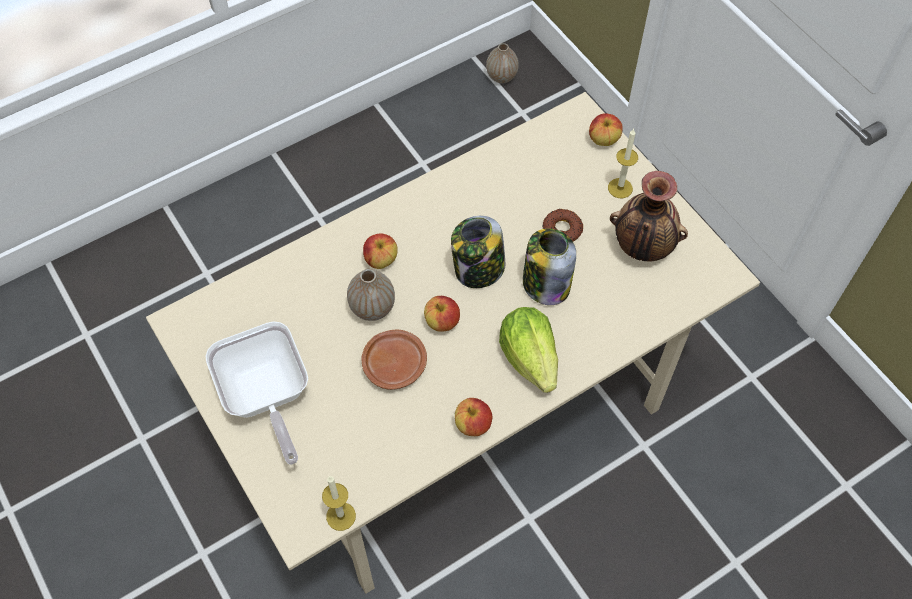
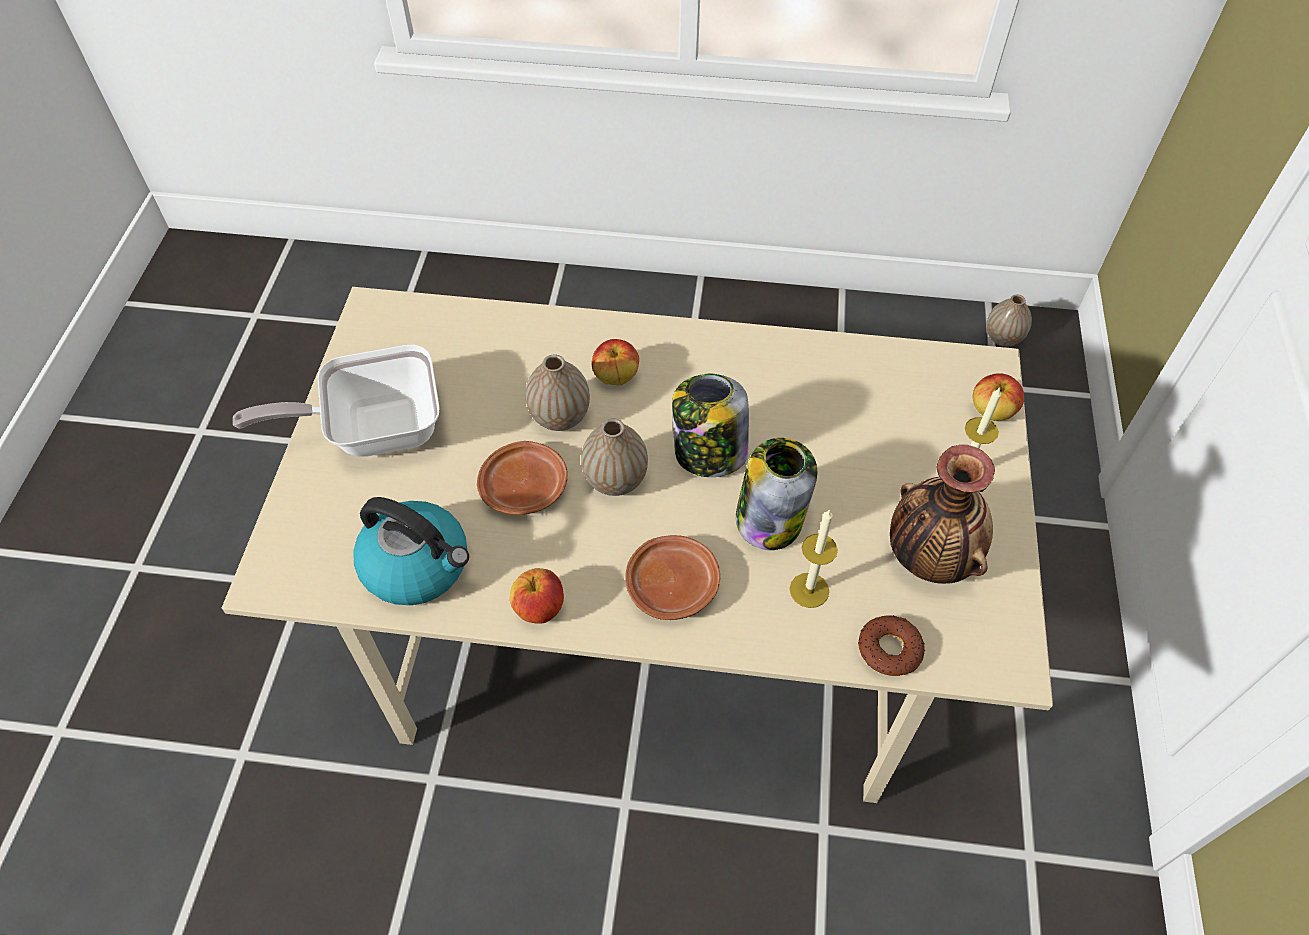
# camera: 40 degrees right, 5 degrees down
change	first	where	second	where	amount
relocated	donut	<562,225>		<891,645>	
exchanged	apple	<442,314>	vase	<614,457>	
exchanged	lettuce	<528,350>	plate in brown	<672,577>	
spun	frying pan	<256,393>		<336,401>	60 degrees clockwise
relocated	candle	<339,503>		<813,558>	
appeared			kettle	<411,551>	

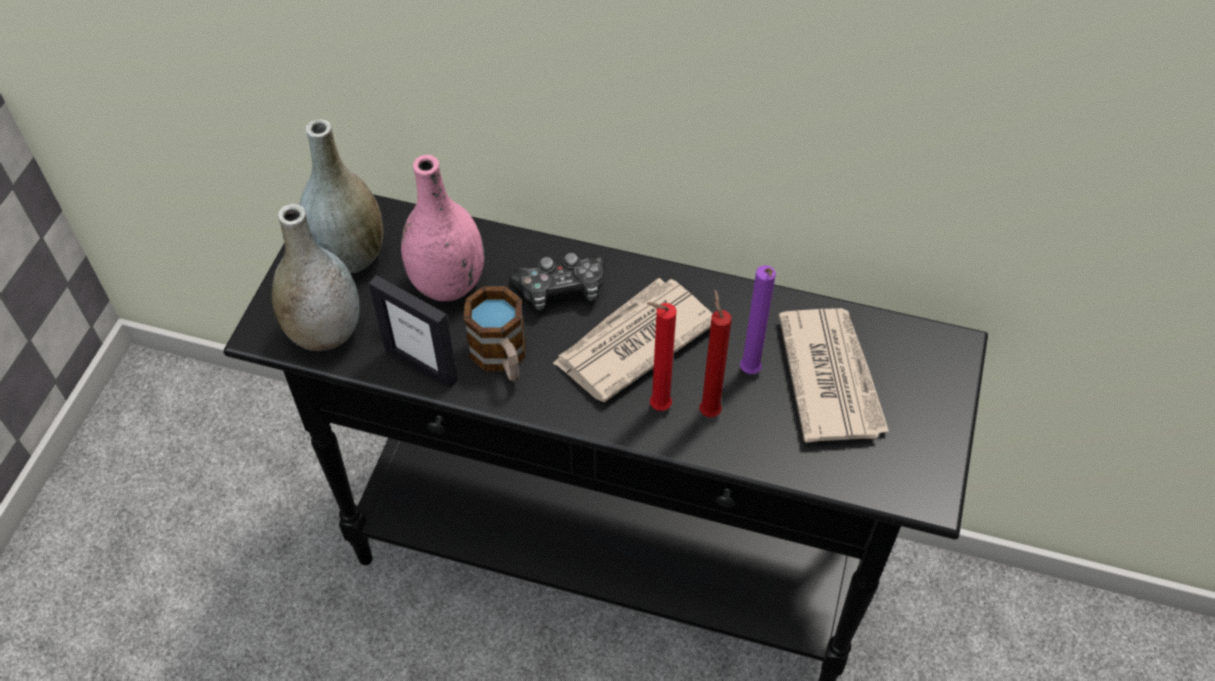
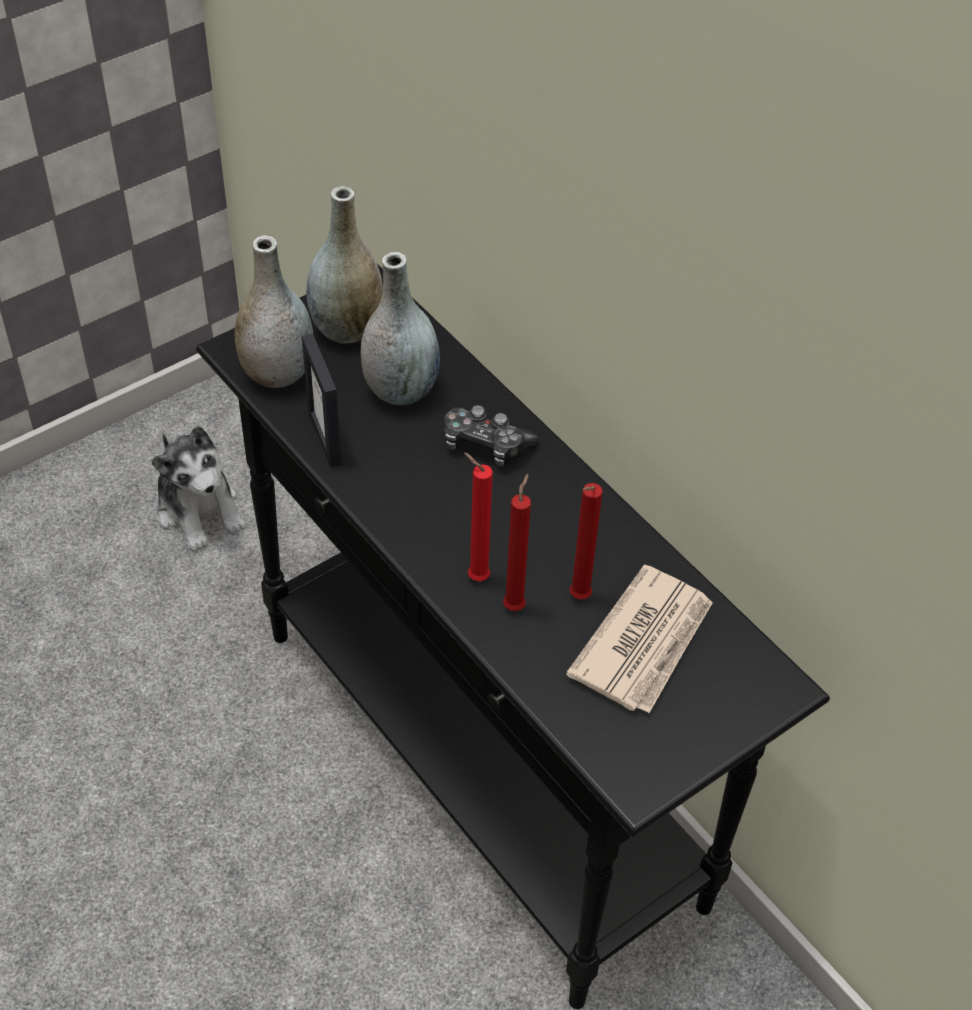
# camera: 35 degrees right, 5 degrees down
change	first	where	second	where	amount
colour	vase in pink	<443,228>	vase in grey	<400,328>	
colour	candle in purple	<758,319>	candle in red	<586,541>	
missing	newspaper	<632,340>			
missing	mug	<495,333>			
appeared			plush toy	<198,489>	

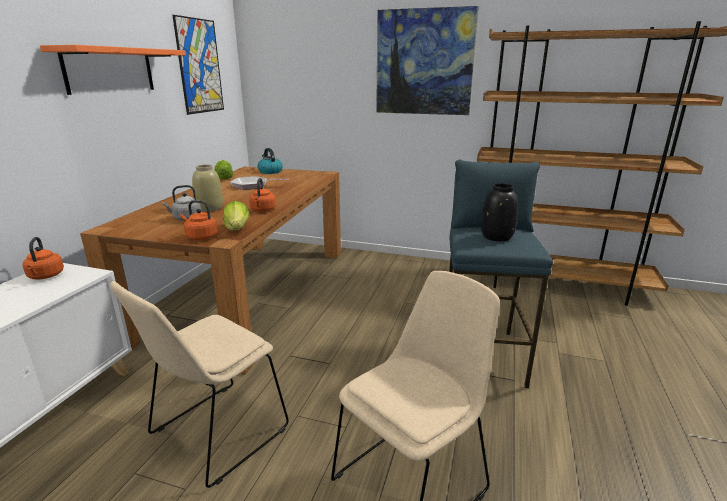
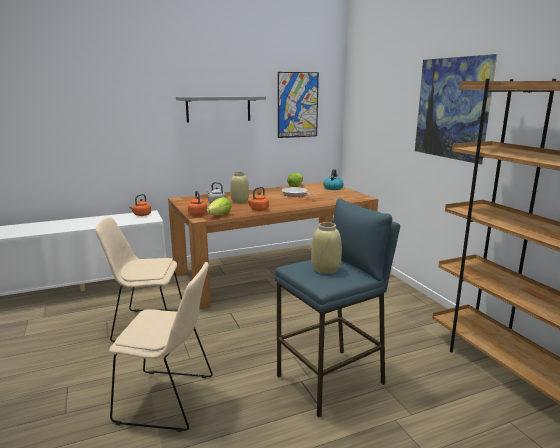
# camera: 50 degrees right, 5 degrees down
change	first	where	second	where	amount
colour	shelf in orange	<113,70>	shelf in grey	<221,109>	
colour	vase in black	<499,212>	vase in beige	<326,248>	

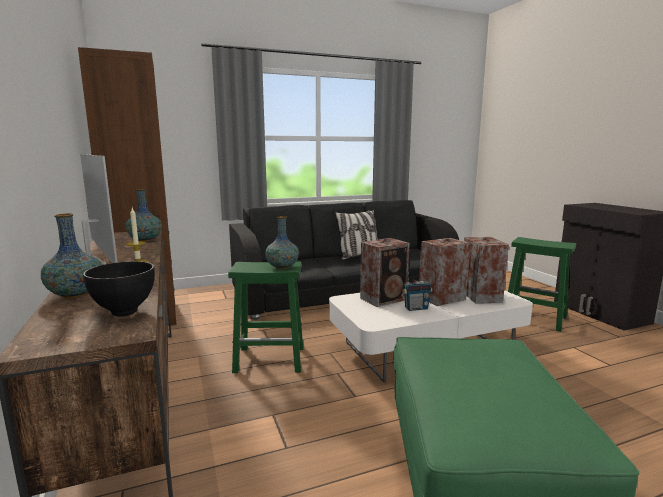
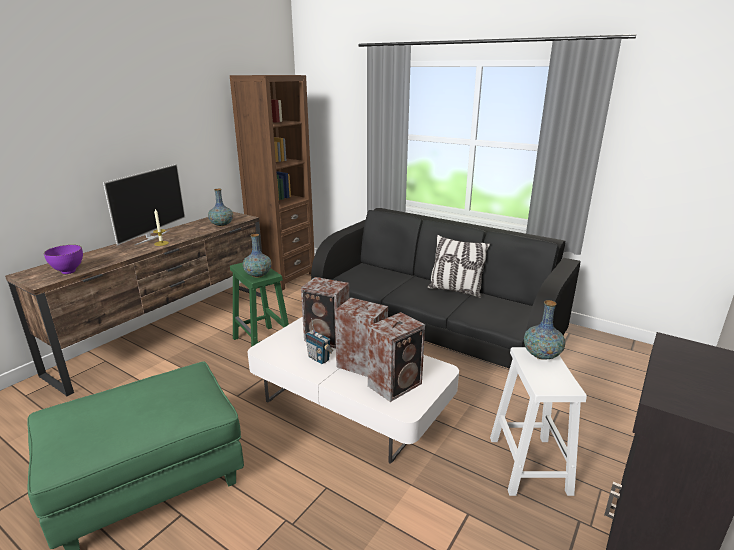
# camera: 55 degrees right, 10 degrees up
change	first	where	second	where	amount
relocated	vase	<71,255>		<544,330>	
colour	stool in green	<542,284>	stool in white	<538,421>	
colour	bowl in black	<119,289>	bowl in purple	<63,259>	

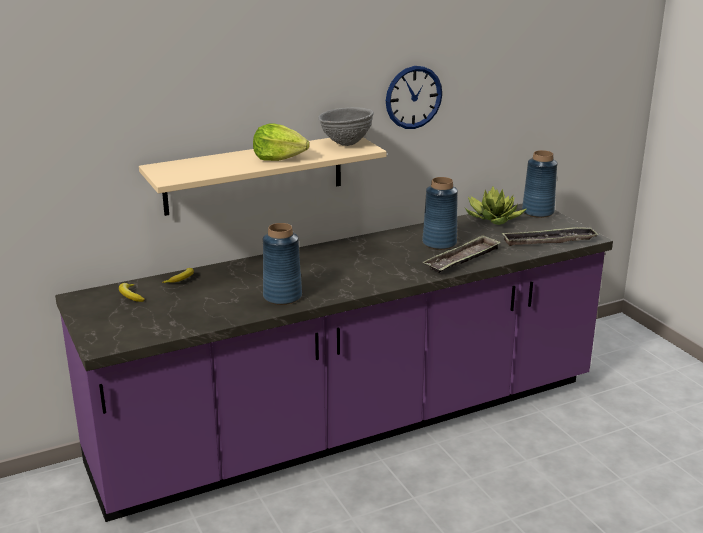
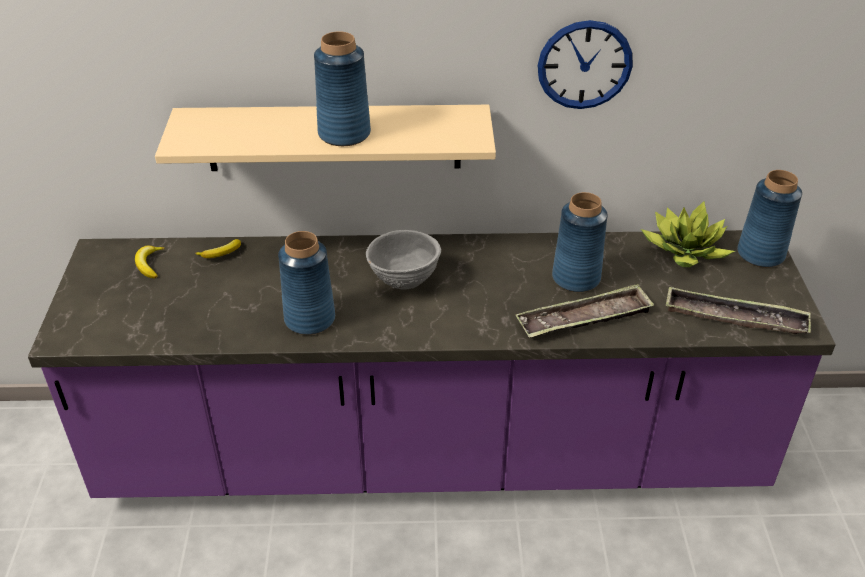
# camera: 25 degrees right, 15 degrees up
change	first	where	second	where	amount
relocated	bowl in grey	<346,126>		<403,260>	
exchanged	lettuce	<281,142>	vase in blue	<342,88>	

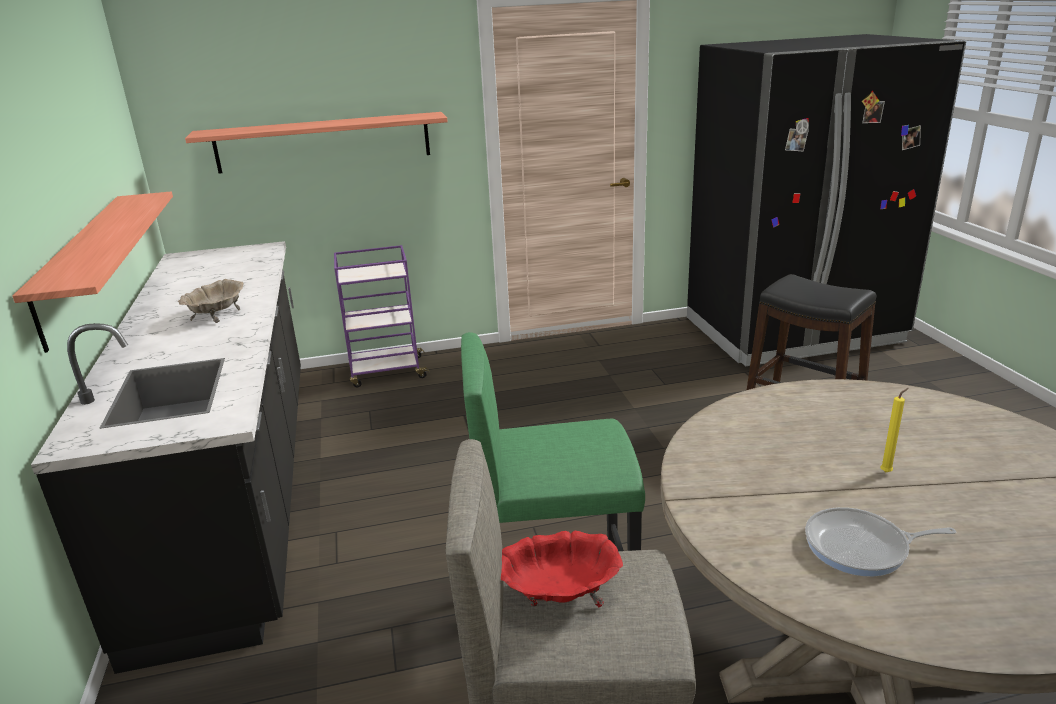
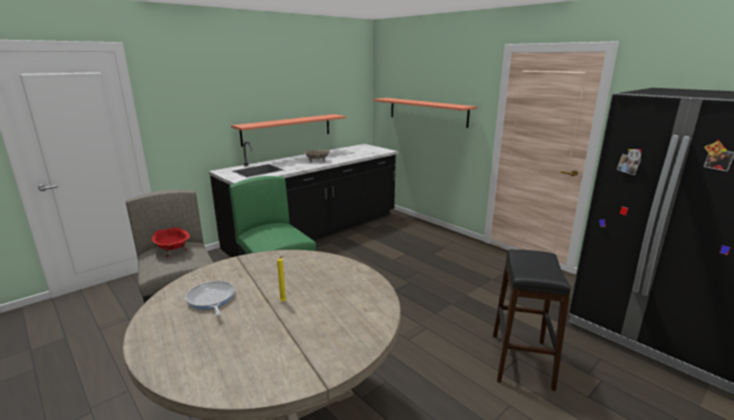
# camera: 60 degrees right, 5 degrees down
change	first	where	second	where	amount
missing	cart in purple	<382,316>			

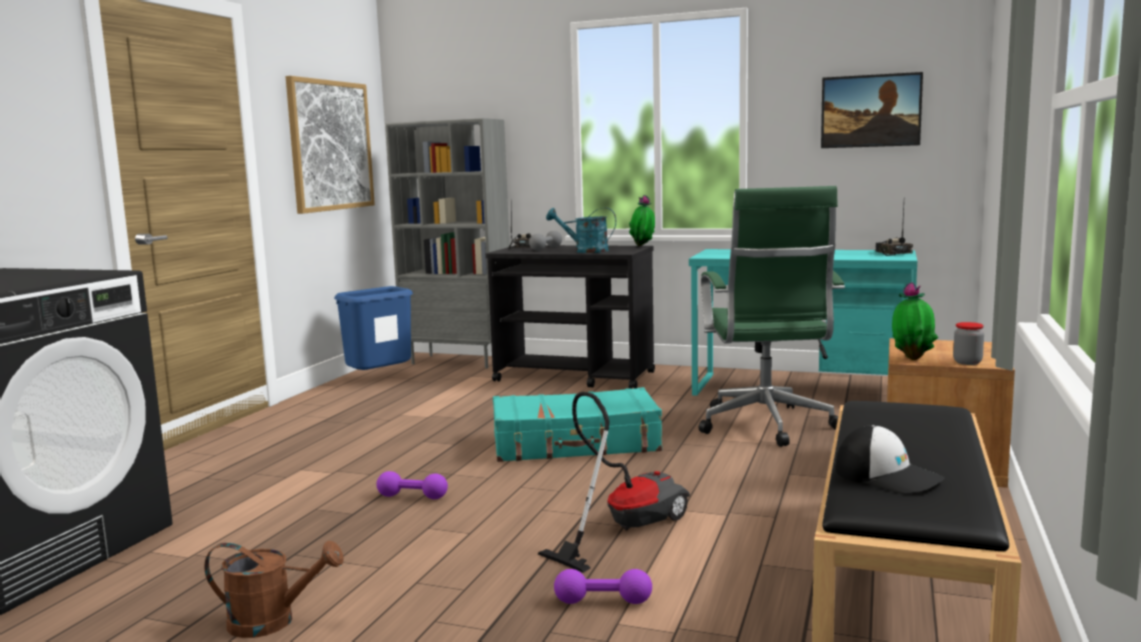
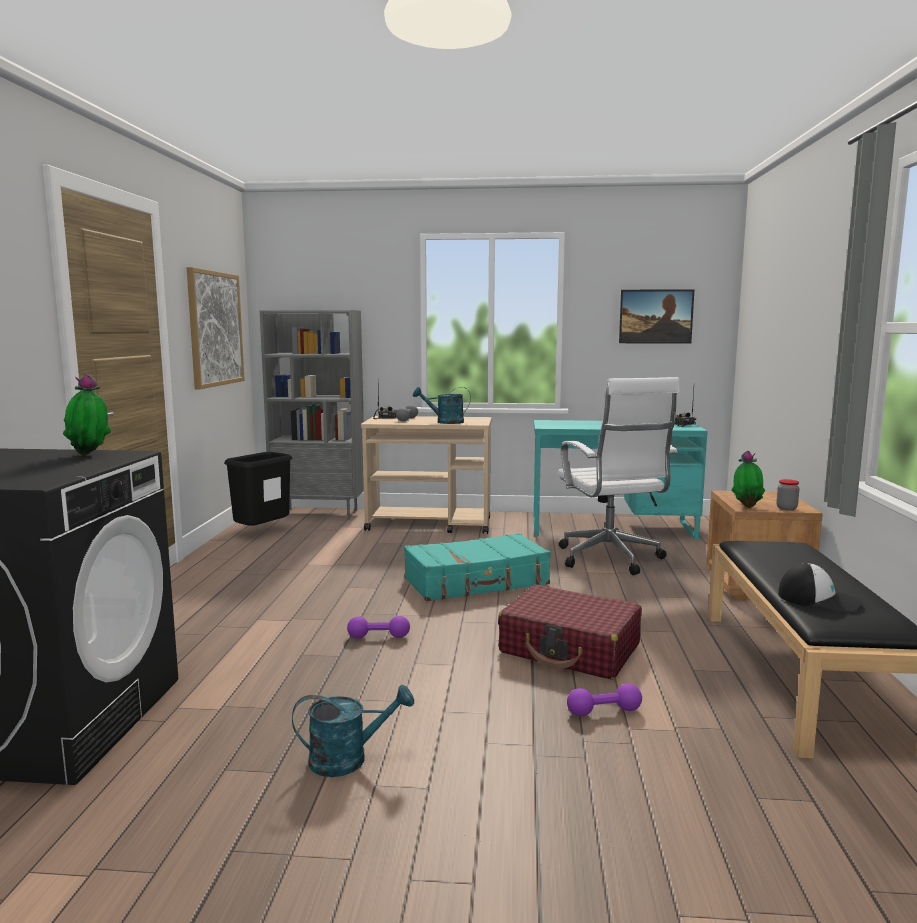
# camera: 15 degrees left, 0 degrees up
change	first	where	second	where	amount
colour	office chair in green	<772,316>	office chair in white	<619,476>	
relocated	potted plant	<642,220>		<87,414>	
colour	cart in black	<570,317>	cart in beige	<426,475>	
colour	trash can in blue	<373,328>	trash can in black	<258,489>	
exchanged	vacuum cleaner	<614,482>	suitcase in red	<570,632>	
colour	watering can in brown	<274,589>	watering can in turquoise	<353,731>	

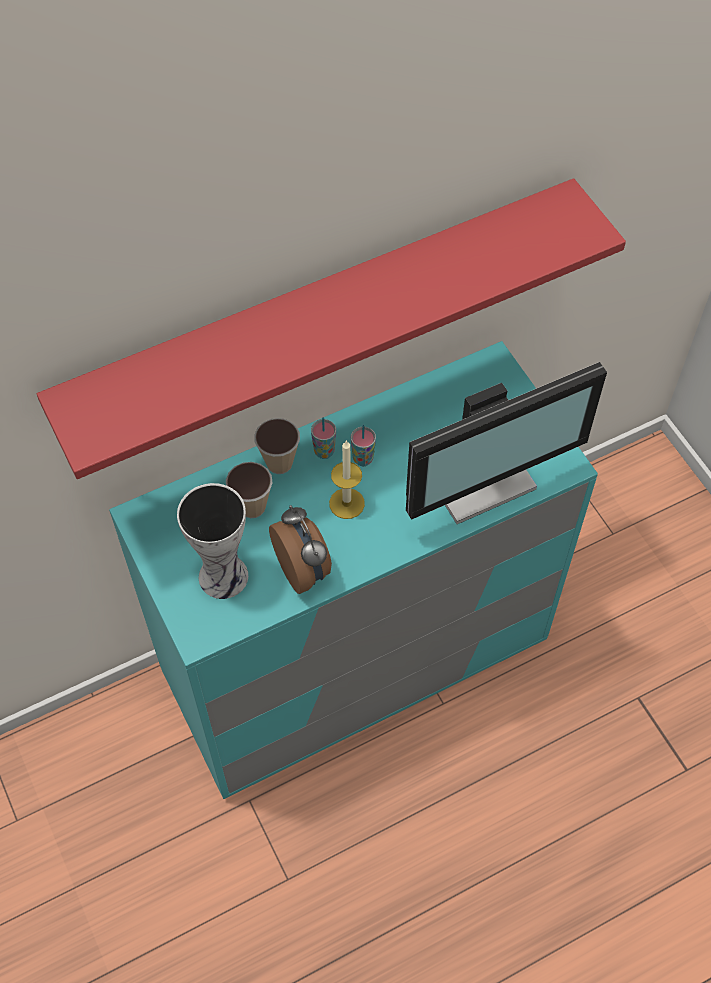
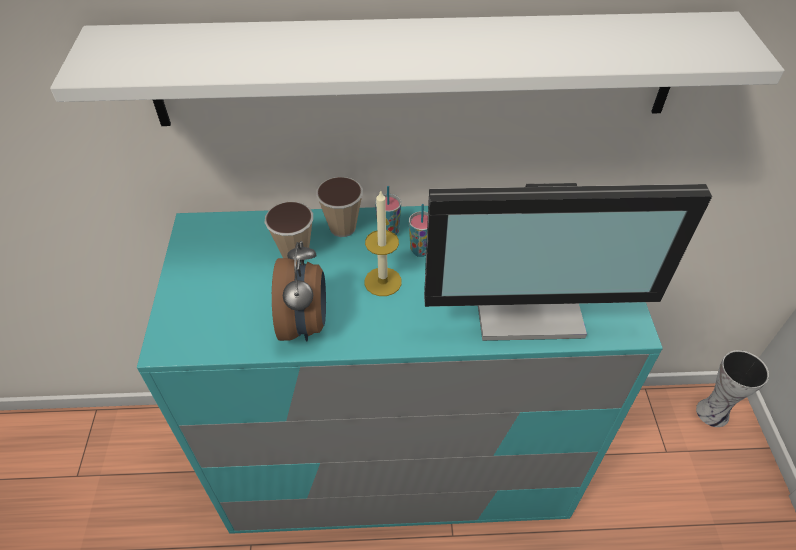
# camera: 25 degrees right, 10 degrees down
change	first	where	second	where	amount
colour	shelf in red	<331,328>	shelf in white	<417,69>	
relocated	vase	<212,541>		<732,388>	

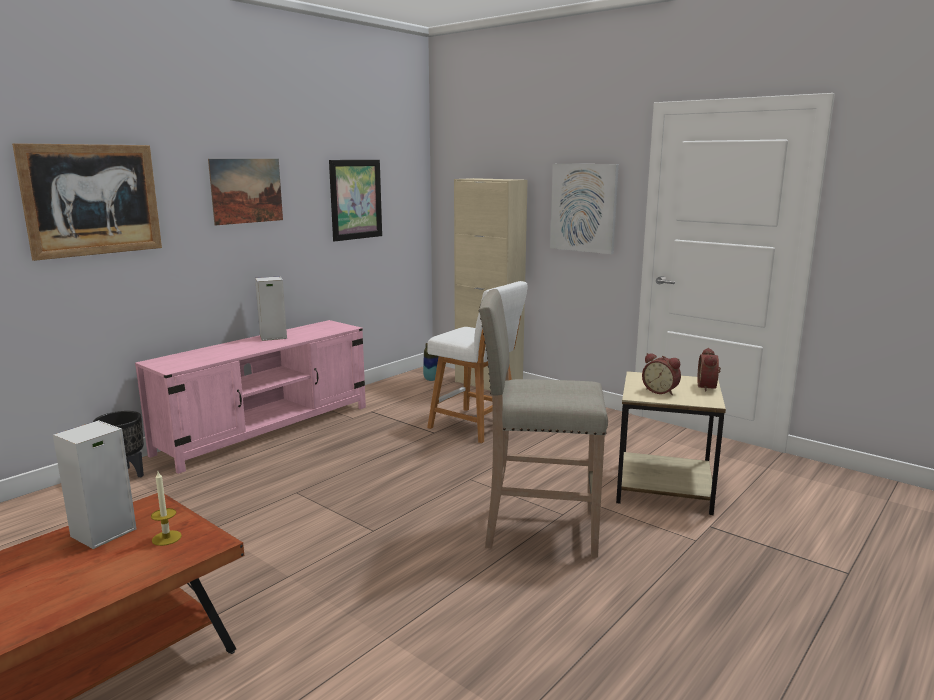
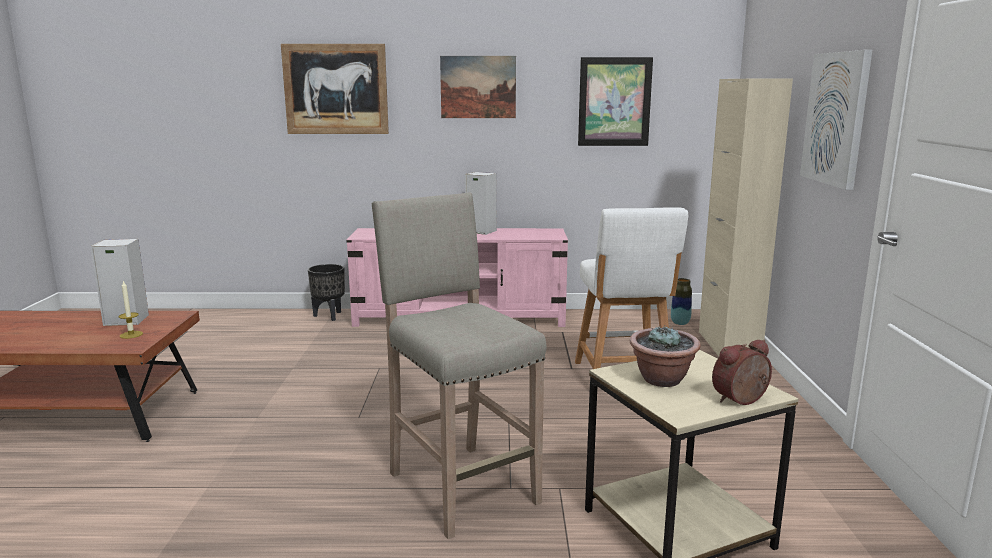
# camera: 50 degrees right, 0 degrees up
change	first	where	second	where	amount
exchanged	alarm clock	<661,374>	potted plant	<665,356>	

